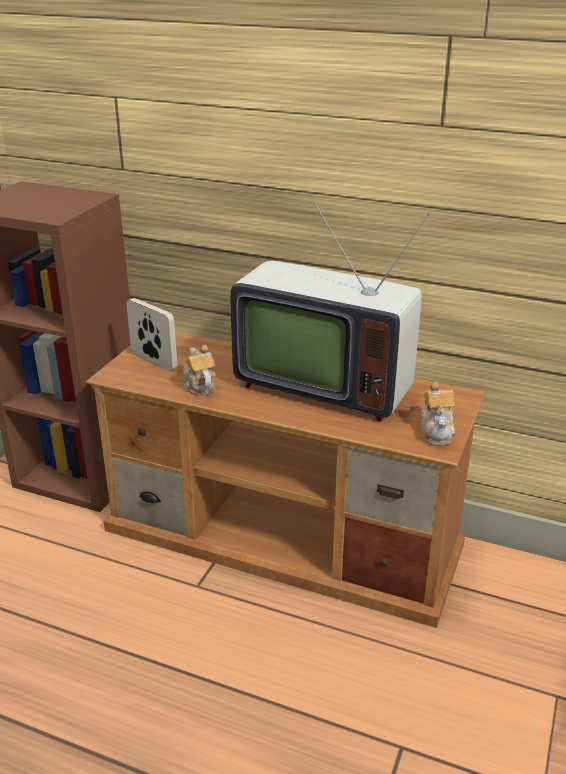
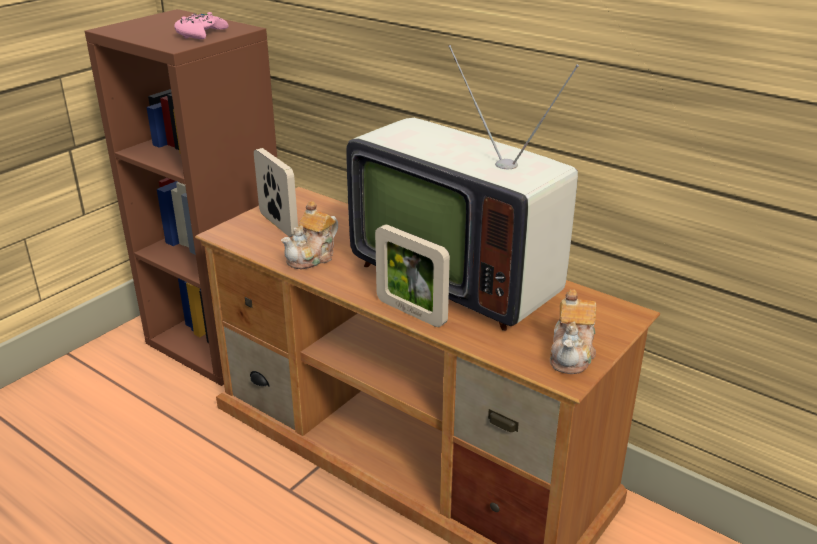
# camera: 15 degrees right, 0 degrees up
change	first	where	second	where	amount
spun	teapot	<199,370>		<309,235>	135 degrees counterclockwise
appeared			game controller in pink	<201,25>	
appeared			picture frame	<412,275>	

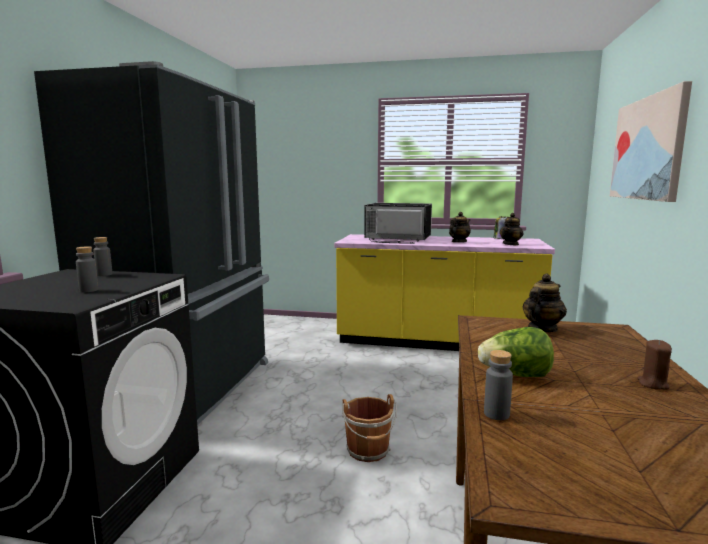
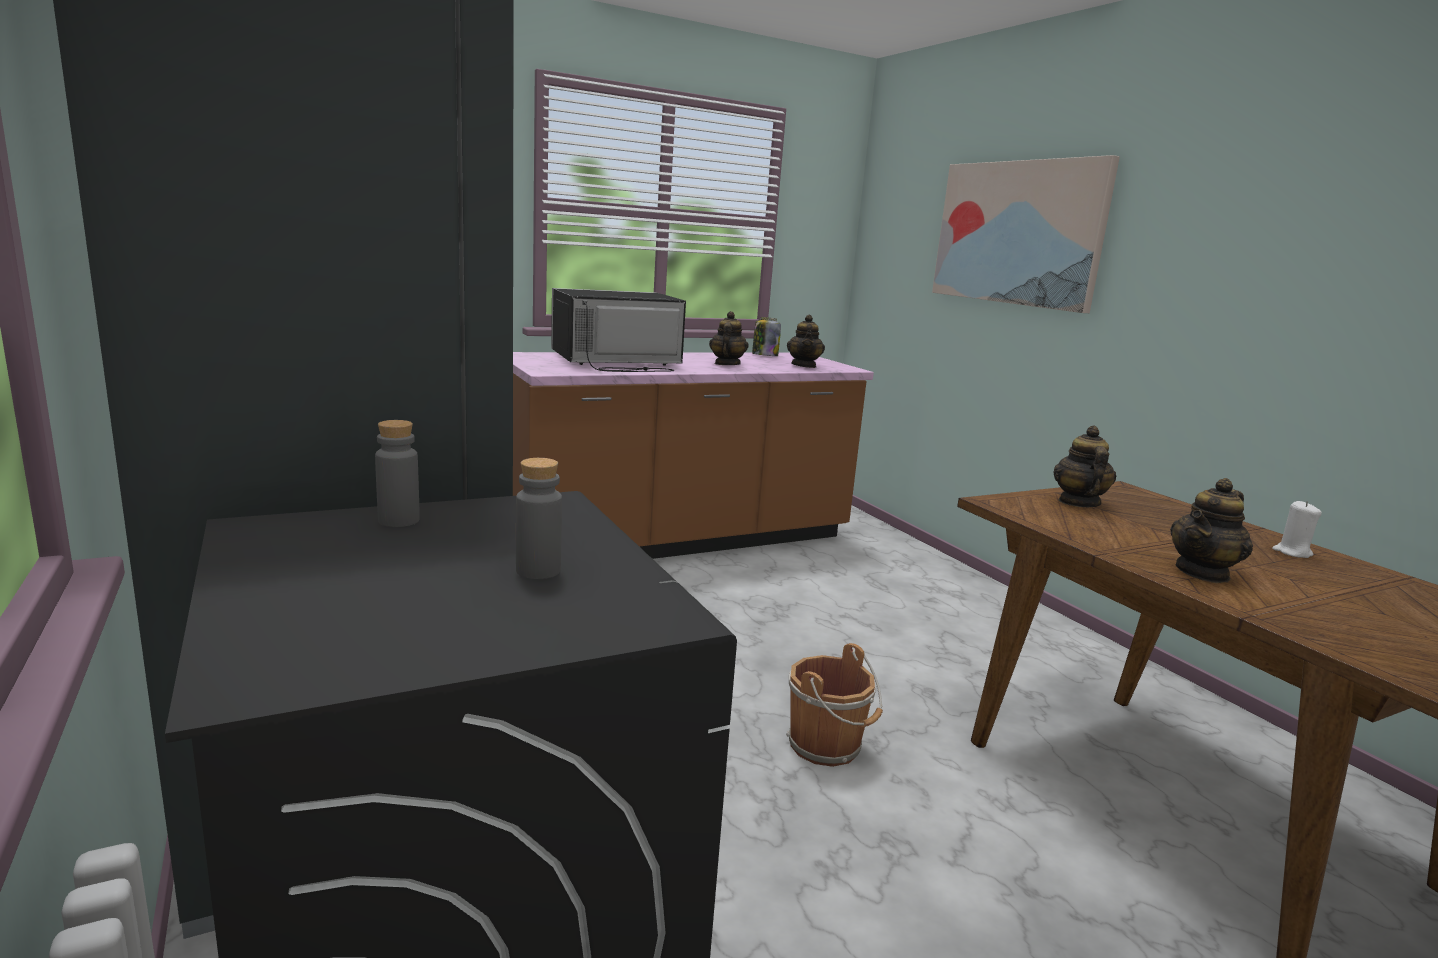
# camera: 40 degrees left, 5 degrees up
change	first	where	second	where	amount
colour	counter in yellow	<444,292>	counter in brown	<693,455>	
exchanged	lettuce	<516,352>	teapot	<1211,530>	
colour	candle in brown	<654,365>	candle in white	<1297,529>	
missing	bottle in grey	<498,385>			

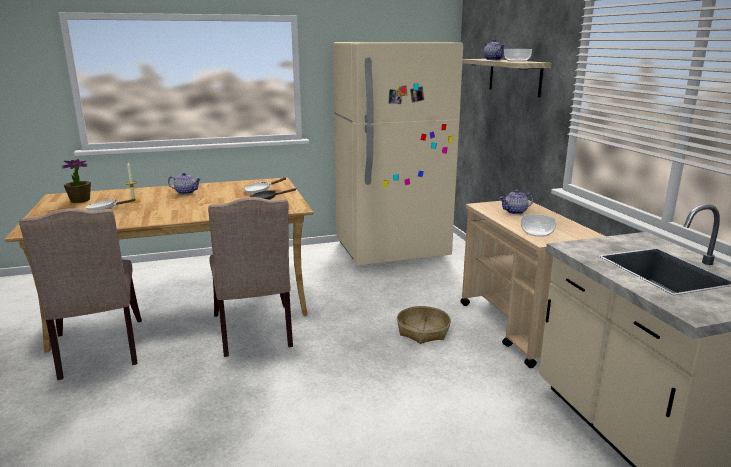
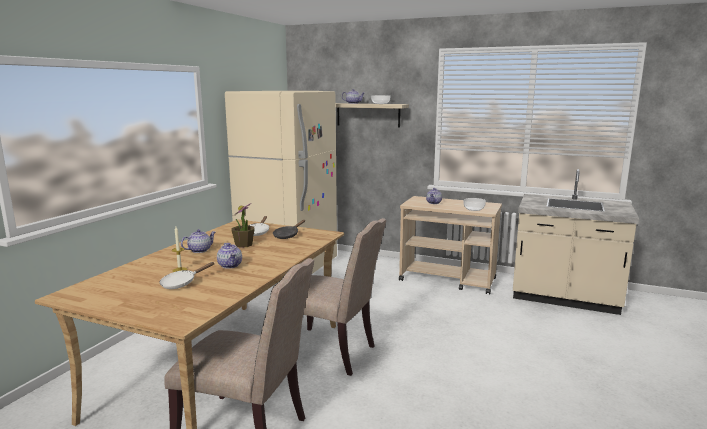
# camera: 50 degrees left, 5 degrees down
change	first	where	second	where	amount
relocated	potted plant	<76,181>		<243,225>	
missing	basket	<424,325>			
appeared			teapot	<229,256>	

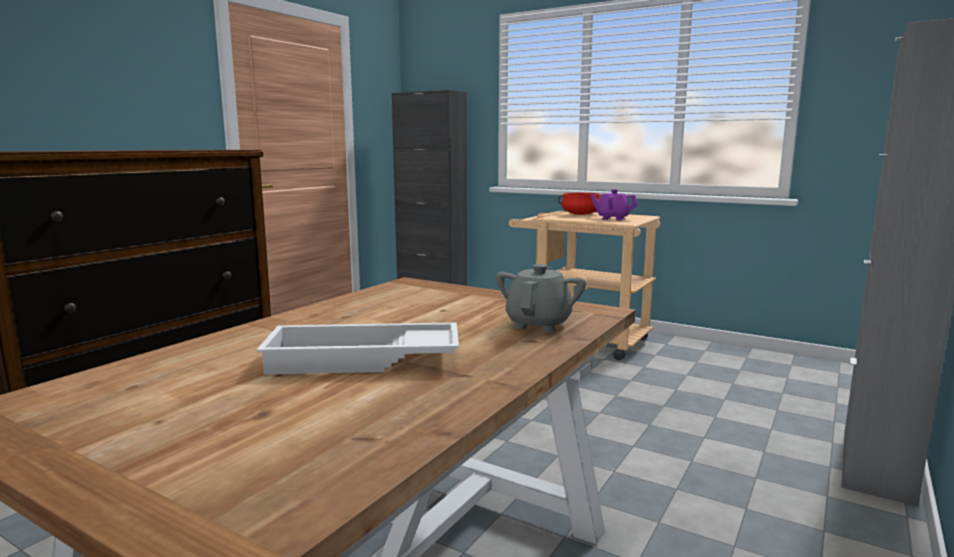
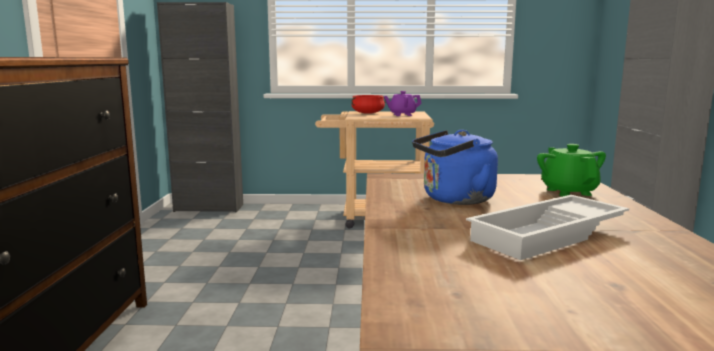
# camera: 30 degrees left, 0 degrees up
change	first	where	second	where	amount
colour	teapot in grey	<541,298>	teapot in green	<571,170>	
appeared			kettle in blue	<455,167>	

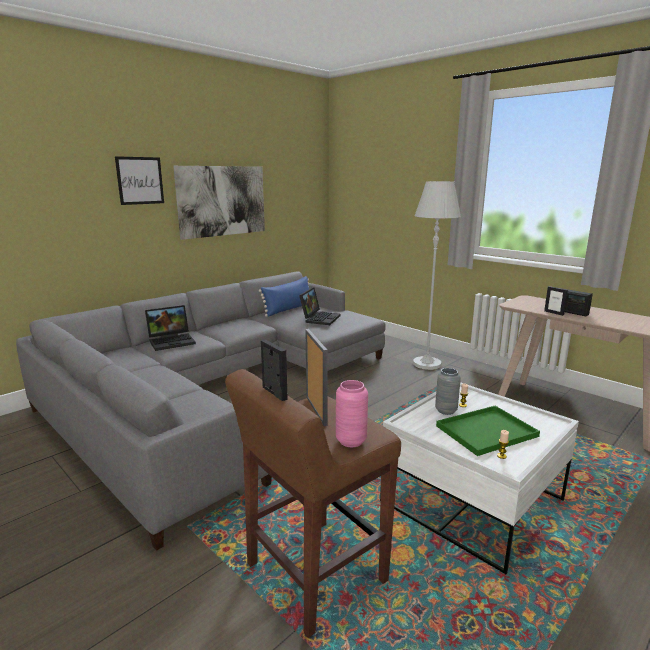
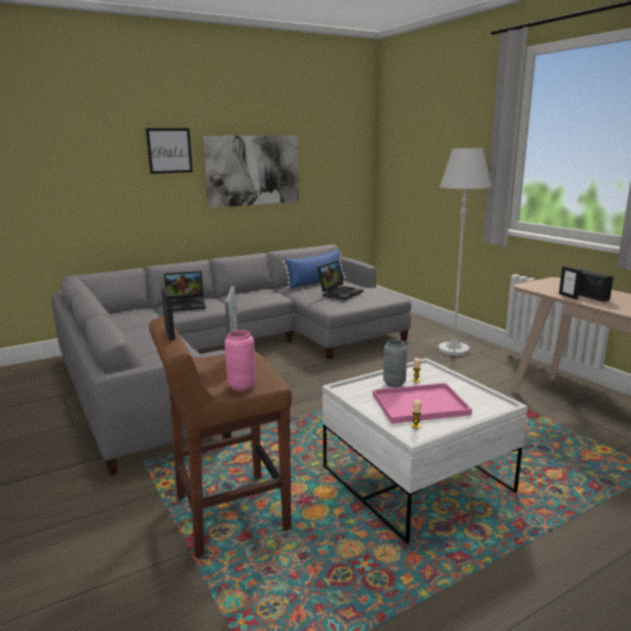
# camera: 15 degrees right, 0 degrees up
change	first	where	second	where	amount
colour	tray in green	<488,431>	tray in pink	<422,403>	

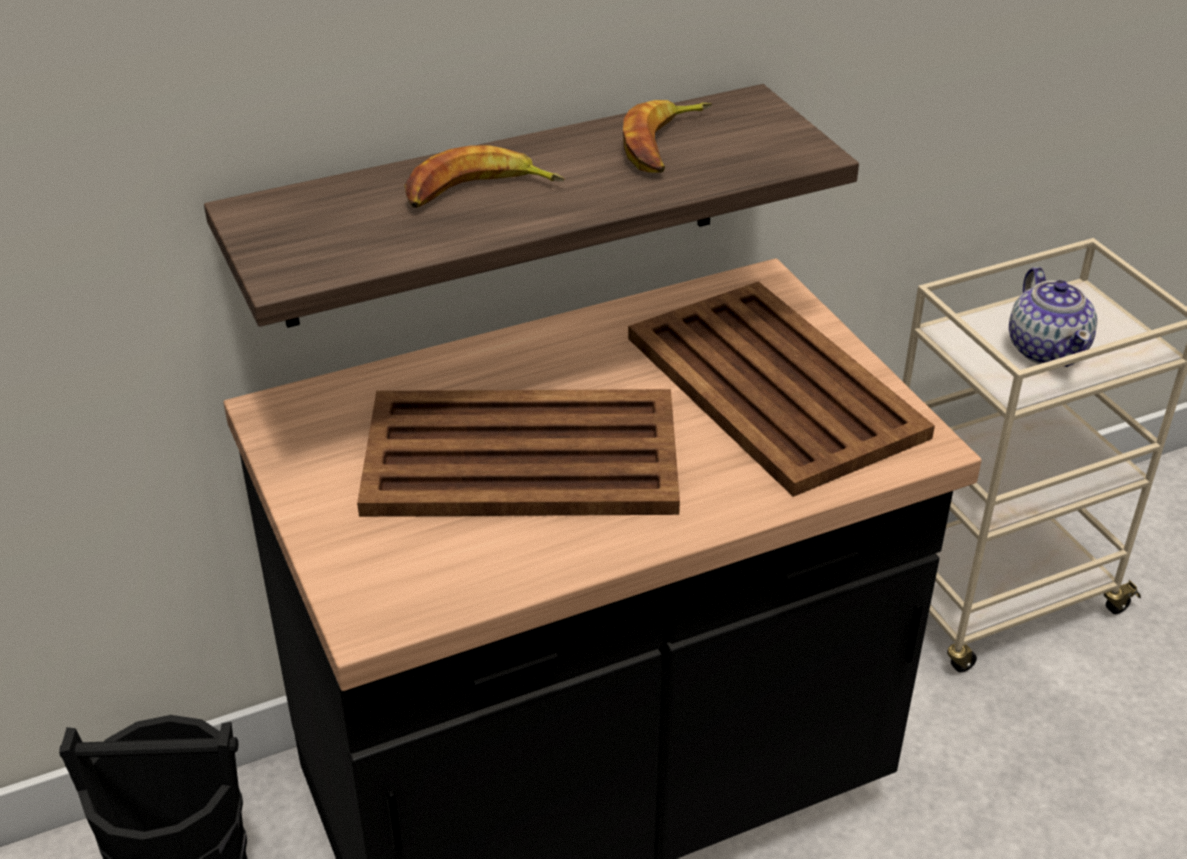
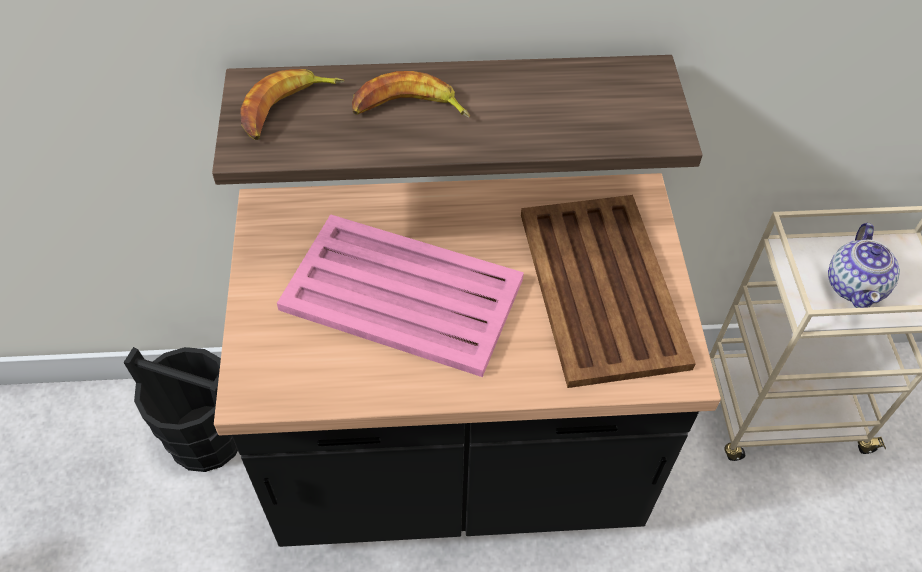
# camera: 20 degrees right, 15 degrees up
change	first	where	second	where	amount
relocated	banana	<667,136>		<292,104>	
colour	tray in brown	<518,453>	tray in pink	<400,295>	

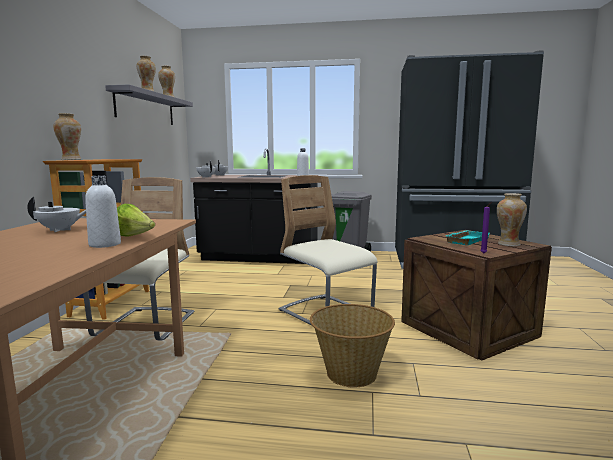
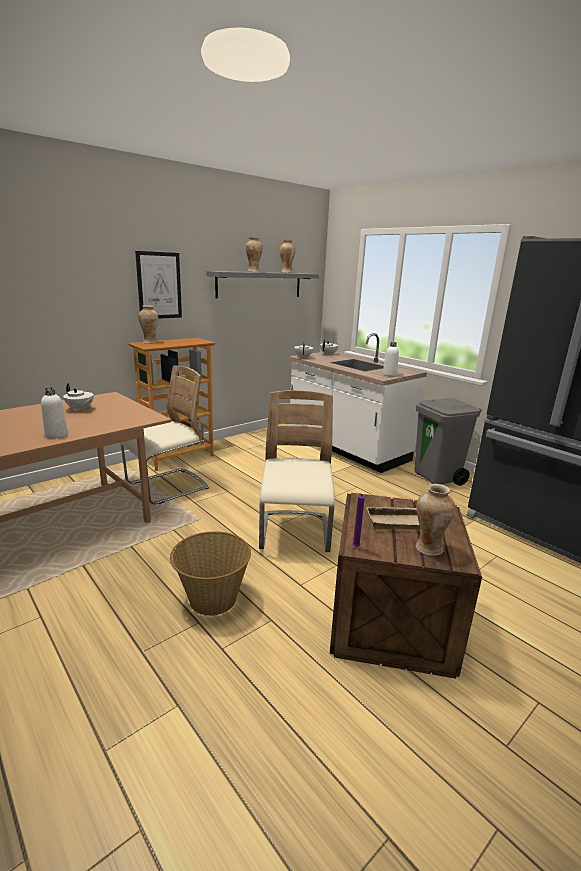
# camera: 40 degrees right, 10 degrees up
change	first	where	second	where	amount
colour	counter in black	<254,206>	counter in white	<357,403>	
missing	lettuce	<136,220>			
colour	tray in turquoise	<468,237>	tray in beige	<392,518>	
appeared			picture	<158,285>	

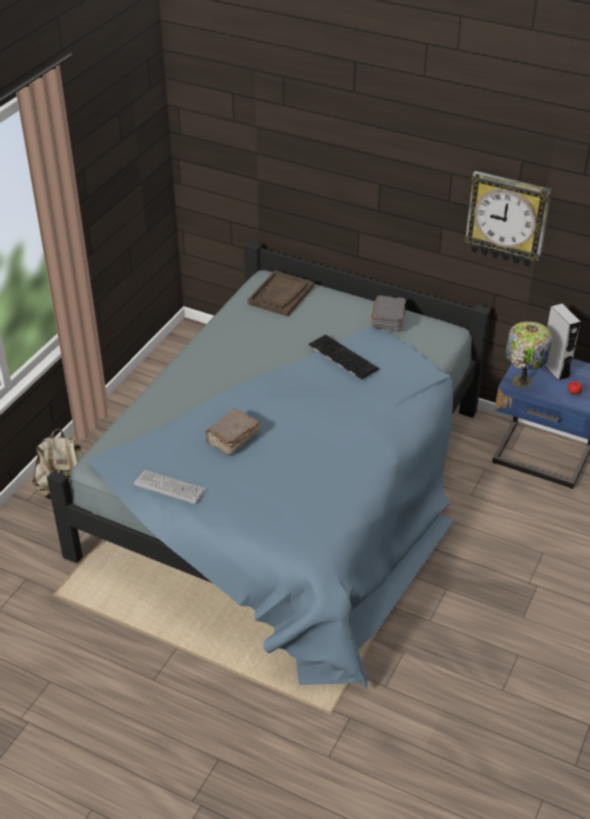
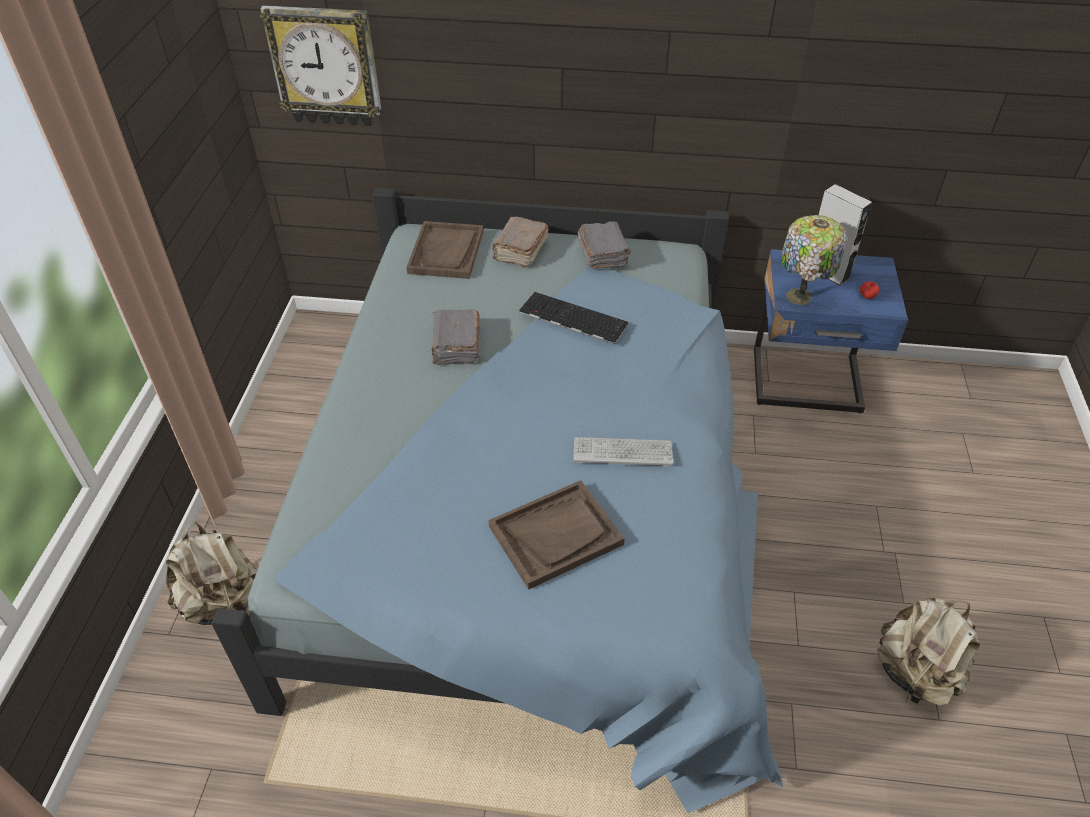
# camera: 20 degrees left, 5 degrees up
change	first	where	second	where	amount
relocated	wall clock	<508,219>		<320,65>	
relocated	book in brown	<233,432>		<520,242>	
relocated	keyboard	<170,487>		<623,451>	
appeared			book in grey	<456,337>	
appeared			tray in brown	<557,535>	
appeared			backpack in beige	<928,652>	

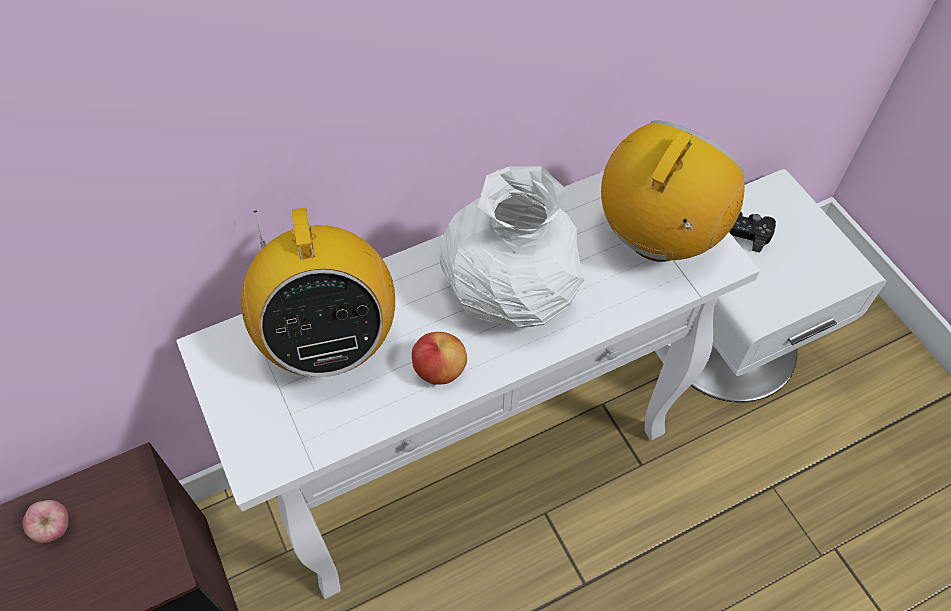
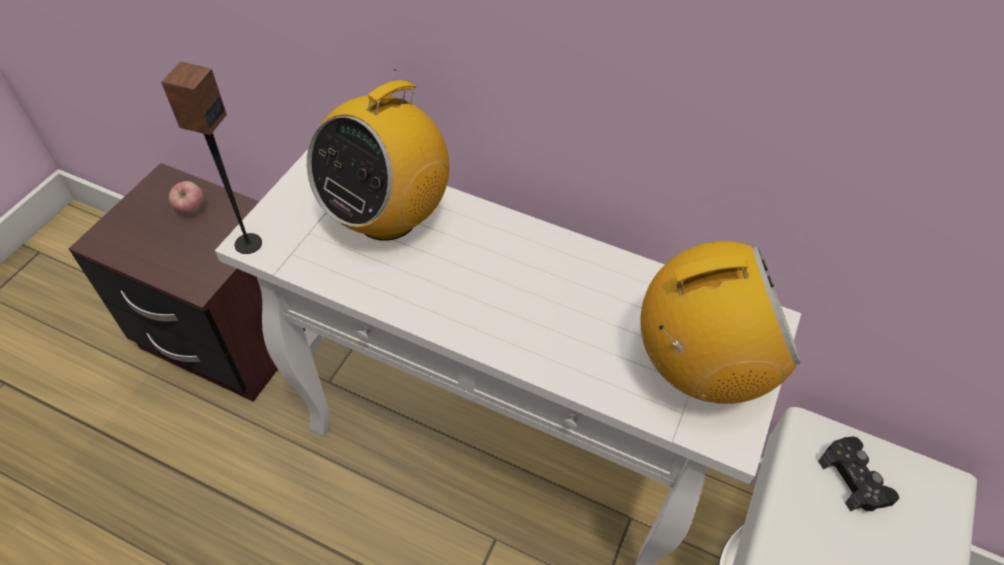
# camera: 50 degrees right, 5 degrees down
change	first	where	second	where	amount
missing	vase in white	<511,247>			
missing	apple	<439,358>			
appeared			speaker	<211,158>	

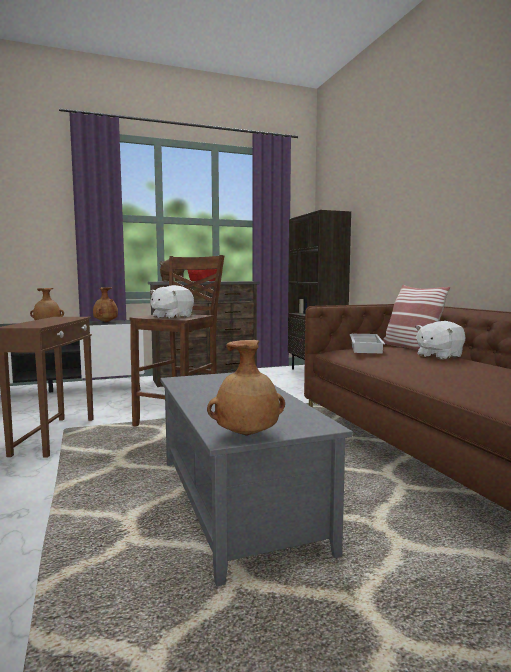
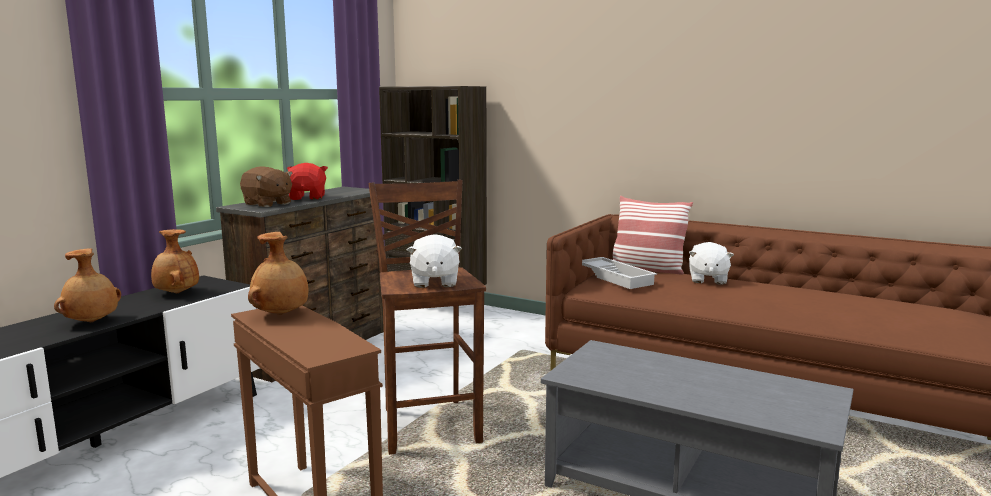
# camera: 40 degrees left, 5 degrees up
change	first	where	second	where	amount
relocated	vase in brown	<246,388>		<278,273>	

